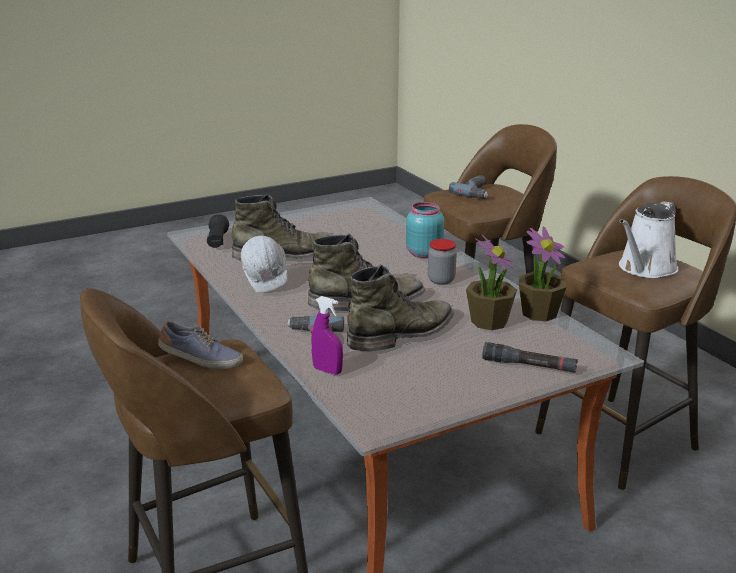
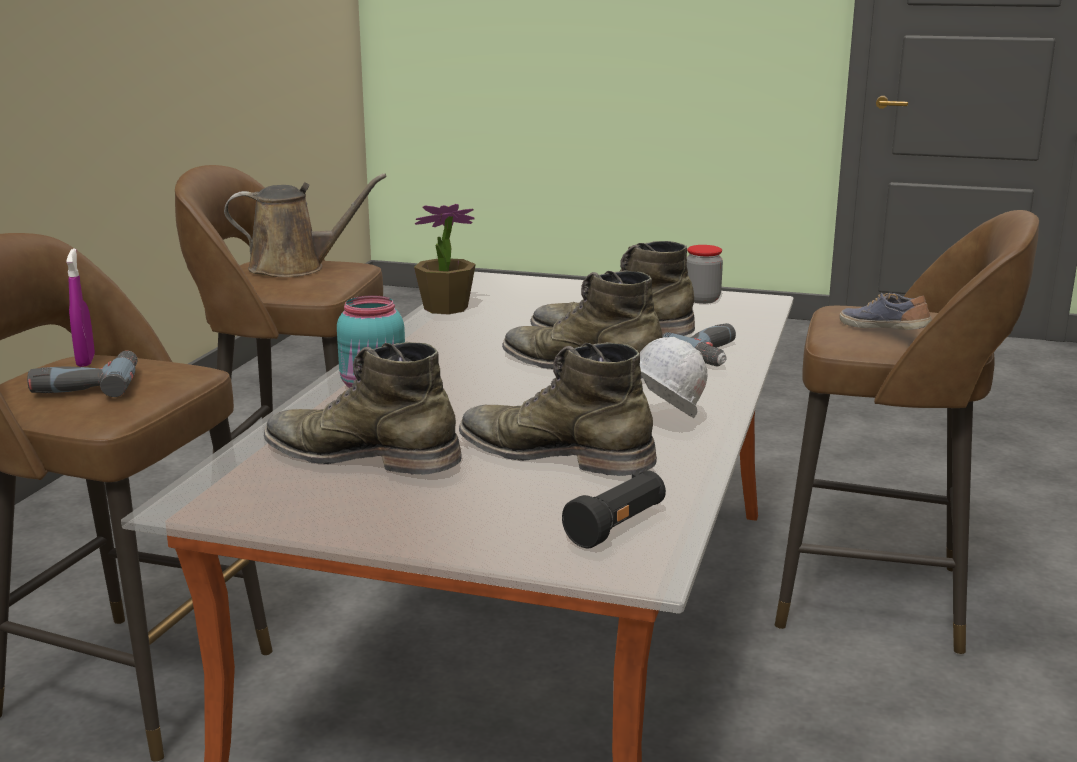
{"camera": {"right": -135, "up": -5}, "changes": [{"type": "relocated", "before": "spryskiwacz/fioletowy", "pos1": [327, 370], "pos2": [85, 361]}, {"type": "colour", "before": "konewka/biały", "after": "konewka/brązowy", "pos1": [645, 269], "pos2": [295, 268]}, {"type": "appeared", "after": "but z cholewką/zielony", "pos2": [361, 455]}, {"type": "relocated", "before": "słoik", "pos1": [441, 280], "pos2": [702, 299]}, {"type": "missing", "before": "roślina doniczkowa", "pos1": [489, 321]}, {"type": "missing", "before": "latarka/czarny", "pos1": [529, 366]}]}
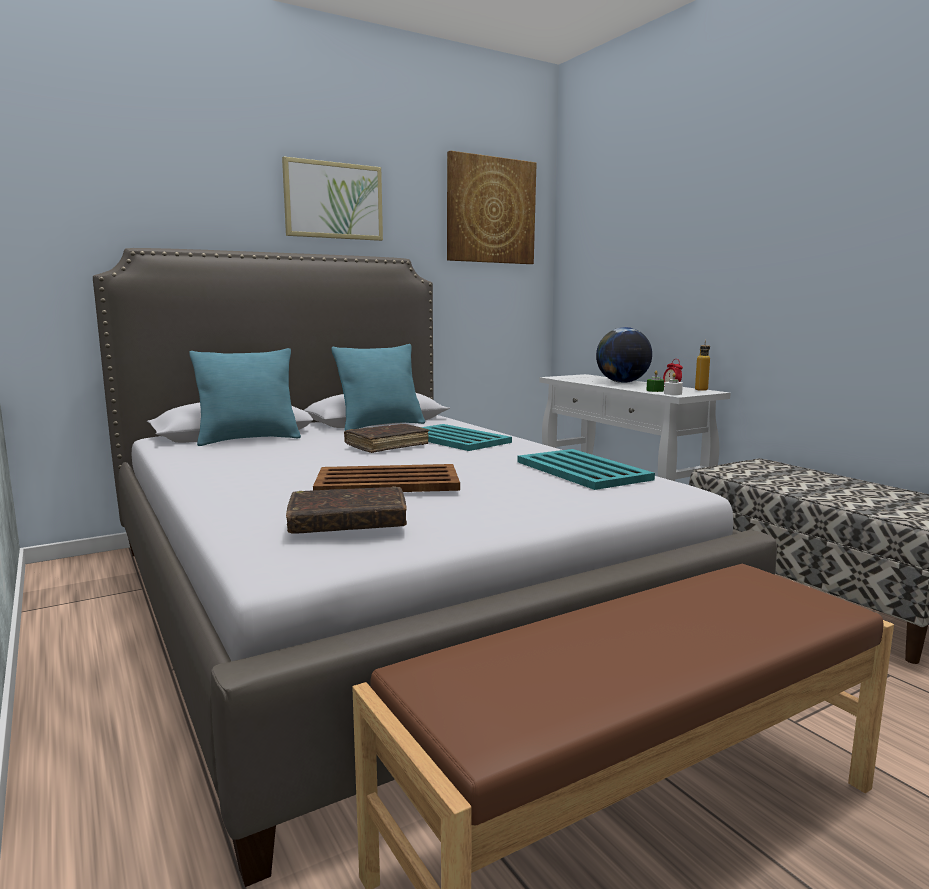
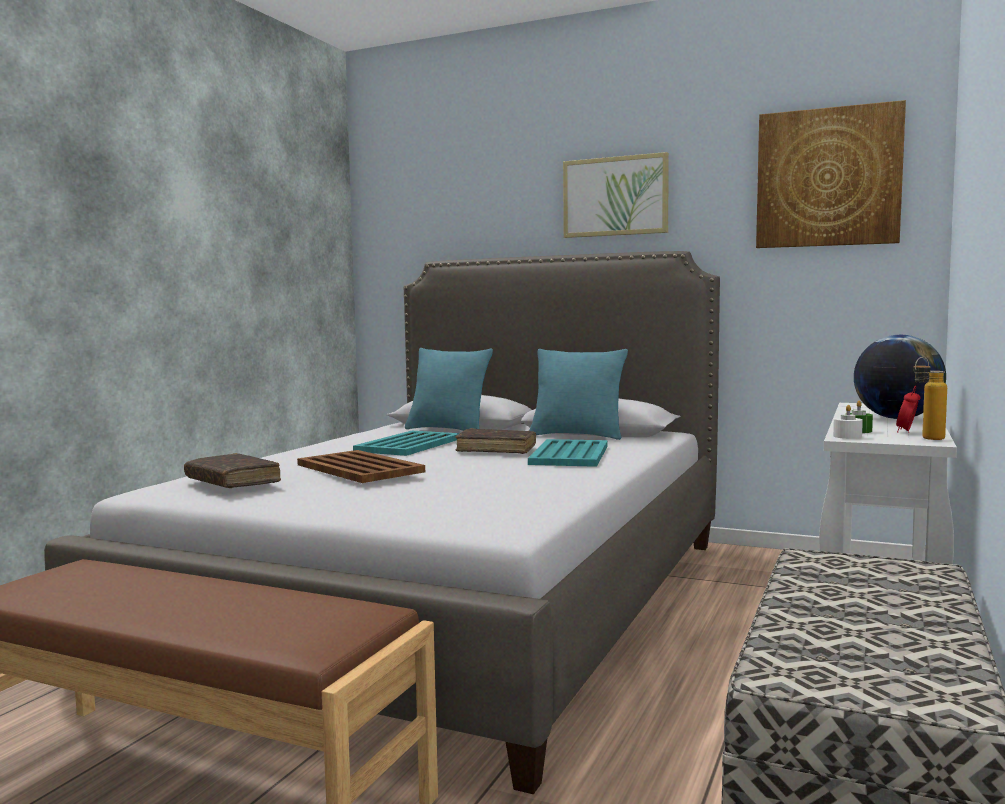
{"camera": {"right": 55, "up": -5}, "changes": [{"type": "relocated", "before": "taca/turkusowy", "pos1": [582, 471], "pos2": [408, 445]}]}
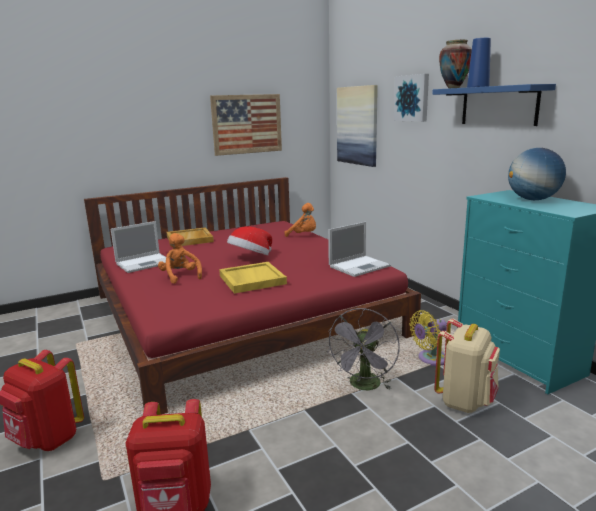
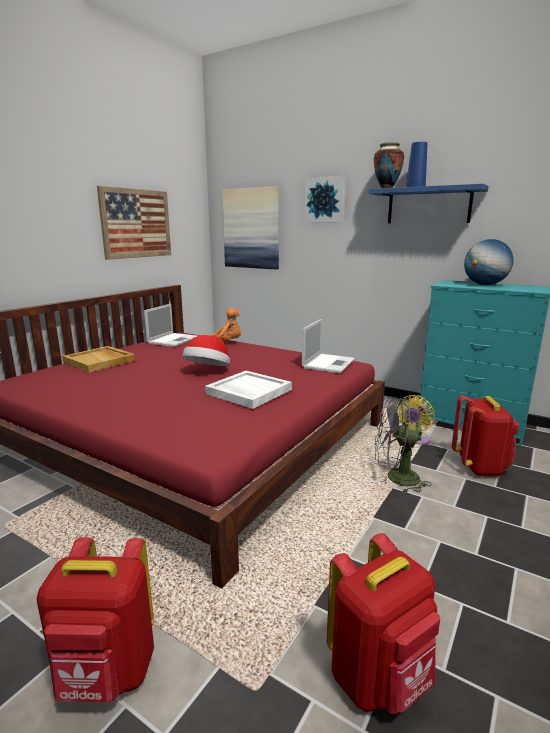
{"camera": {"right": -30, "up": 0}, "changes": [{"type": "relocated", "before": "laptop", "pos1": [145, 263], "pos2": [173, 340]}, {"type": "colour", "before": "taca/żółty", "after": "taca/biały", "pos1": [251, 280], "pos2": [248, 392]}, {"type": "spun", "before": "wentylator/szary", "pos1": [364, 386], "pos2": [395, 478], "turn": 105}, {"type": "colour", "before": "plecak/beżowy", "after": "plecak/czerwony", "pos1": [465, 401], "pos2": [480, 467]}, {"type": "missing", "before": "pluszak/pomarańczowy", "pos1": [180, 276]}]}
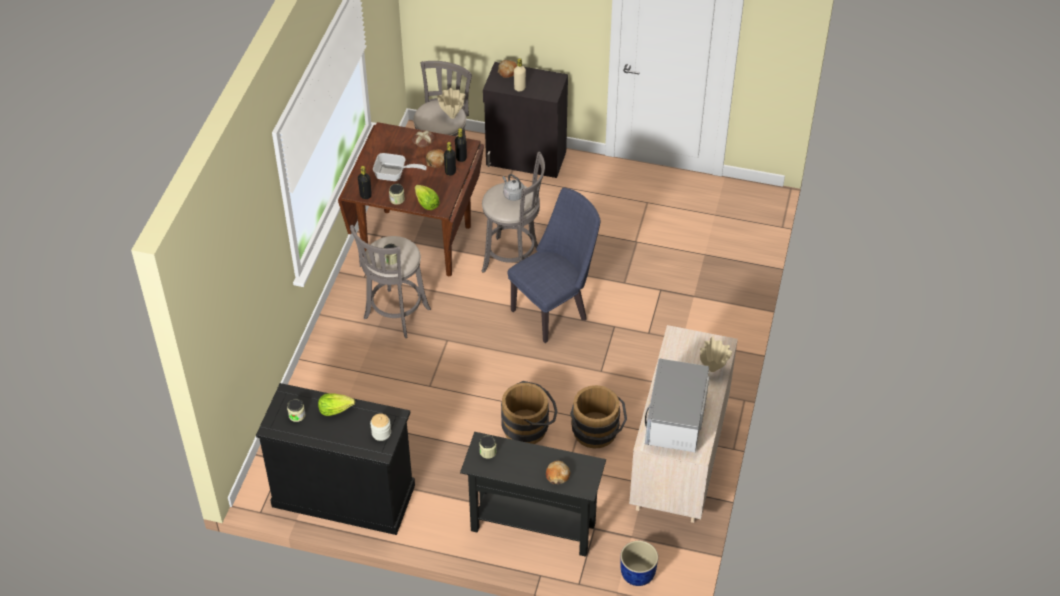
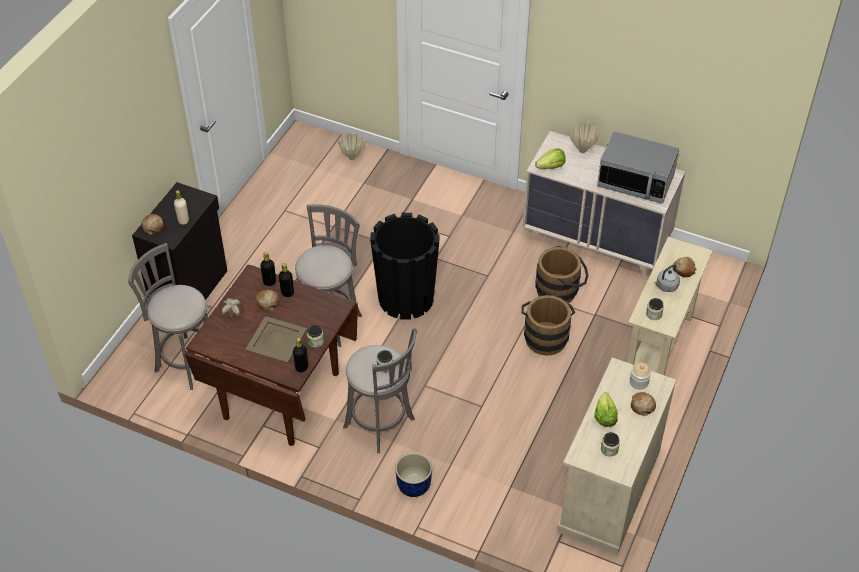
{"camera": {"right": -80, "up": 0}, "changes": [{"type": "exchanged", "before": "patelnia", "after": "taca/beżowy", "pos1": [394, 175], "pos2": [277, 340]}, {"type": "relocated", "before": "wazon/beżowy", "pos1": [452, 116], "pos2": [351, 158]}, {"type": "exchanged", "before": "krzesło/niebieski", "after": "donica/czarny", "pos1": [553, 311], "pos2": [406, 298]}, {"type": "relocated", "before": "donica/niebieski", "pos1": [637, 573], "pos2": [413, 485]}, {"type": "relocated", "before": "sałata", "pos1": [426, 204], "pos2": [551, 167]}, {"type": "colour", "before": "szafka/czarny", "after": "szafka/beżowy", "pos1": [344, 495], "pos2": [608, 490]}, {"type": "colour", "before": "stolik konsolowy/czarny", "after": "stolik konsolowy/beżowy", "pos1": [533, 527], "pos2": [658, 348]}, {"type": "appeared", "after": "chleb", "pos2": [642, 406]}, {"type": "relocated", "before": "czajnik/szary", "pos1": [513, 194], "pos2": [666, 286]}]}
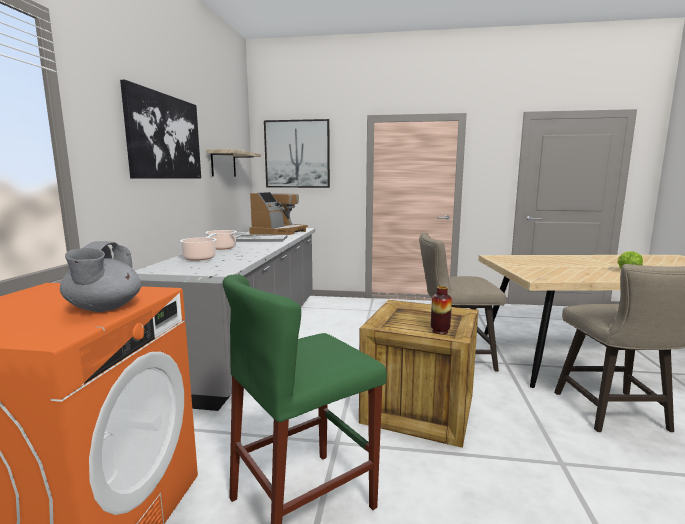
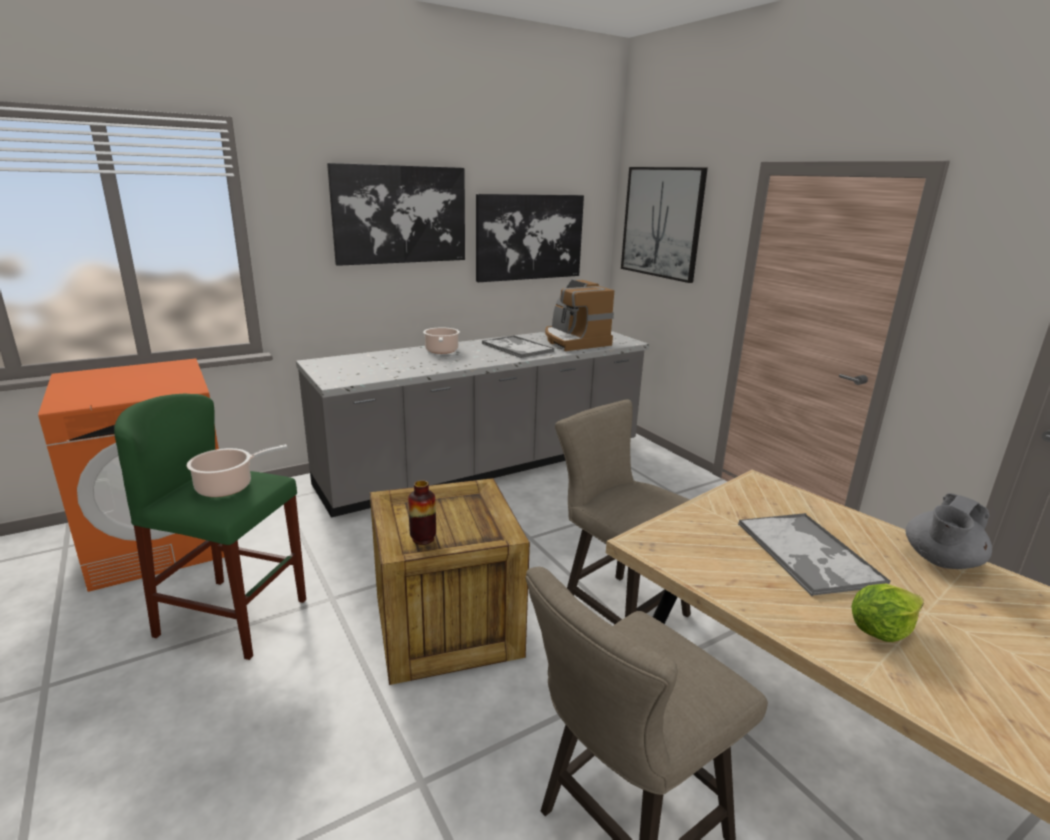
{"camera": {"right": 50, "up": 10}, "changes": [{"type": "relocated", "before": "garnek", "pos1": [200, 257], "pos2": [228, 486]}, {"type": "exchanged", "before": "półka", "after": "obraz", "pos1": [223, 164], "pos2": [529, 237]}, {"type": "spun", "before": "ekspres do kawy", "pos1": [278, 232], "pos2": [574, 341], "turn": 75}, {"type": "appeared", "after": "taca", "pos2": [808, 554]}, {"type": "relocated", "before": "imbryk/szary", "pos1": [104, 308], "pos2": [940, 561]}]}
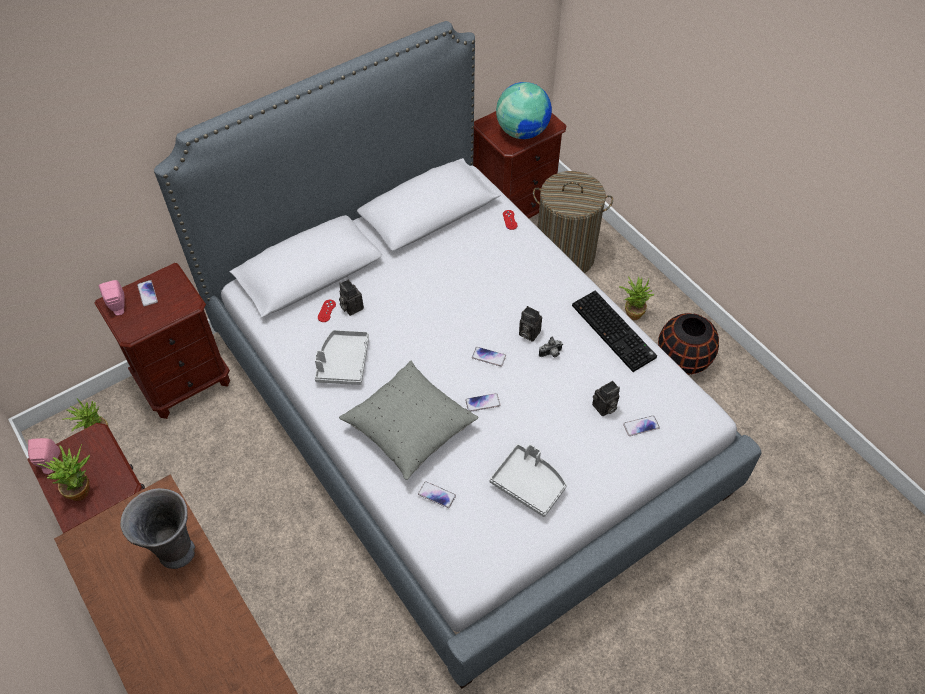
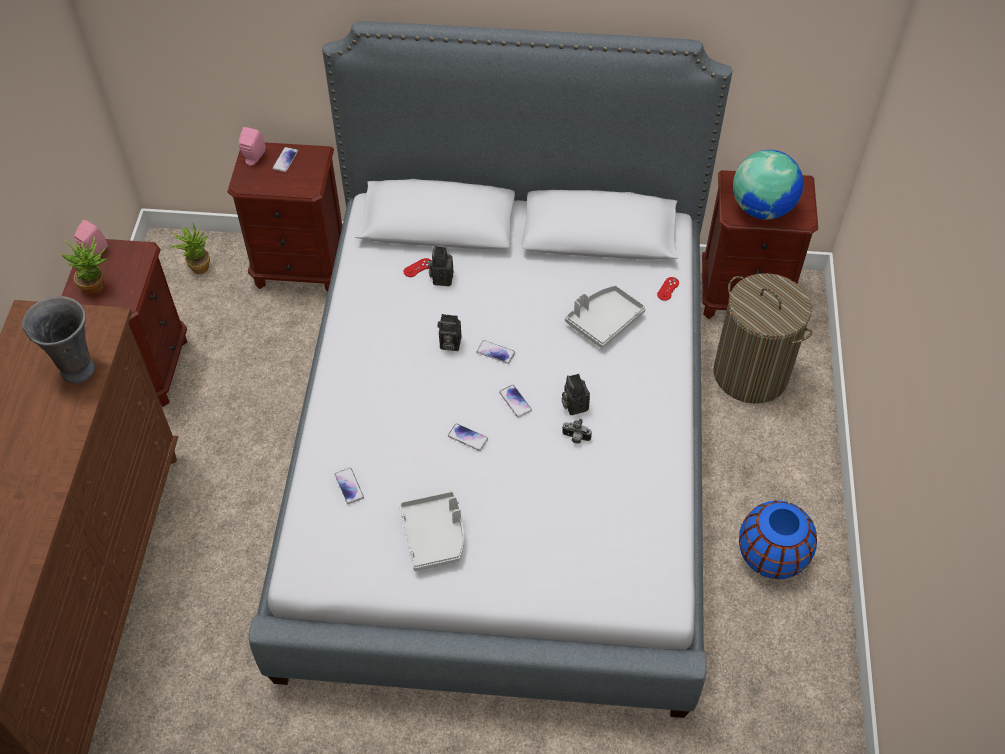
{"camera": {"right": 40, "up": 0}, "changes": [{"type": "relocated", "before": "aparat fotograficzny", "pos1": [604, 408], "pos2": [449, 344]}, {"type": "relocated", "before": "telefon", "pos1": [641, 426], "pos2": [495, 352]}, {"type": "relocated", "before": "taca/szary", "pos1": [343, 363], "pos2": [604, 321]}, {"type": "colour", "before": "wazon/czarny", "after": "wazon/niebieski", "pos1": [683, 360], "pos2": [771, 556]}, {"type": "missing", "before": "poduszka/szary", "pos1": [409, 429]}, {"type": "missing", "before": "klawiatura", "pos1": [615, 331]}, {"type": "missing", "before": "roślina doniczkowa", "pos1": [632, 312]}]}
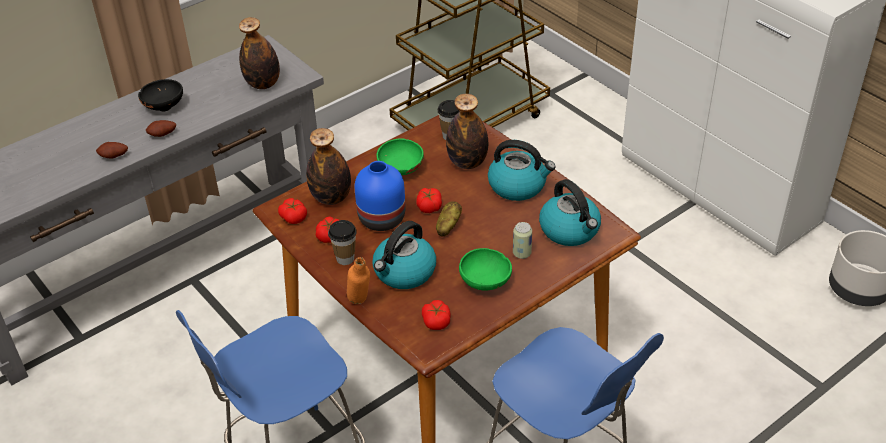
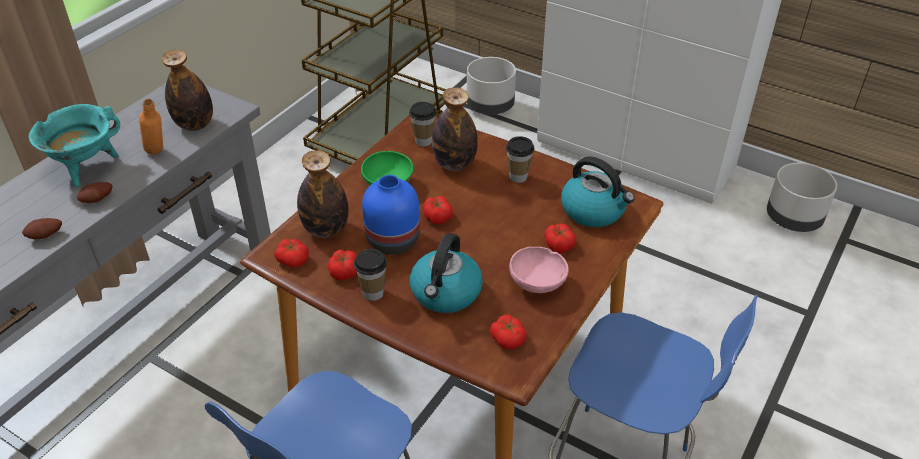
{"camera": {"right": -20, "up": 0}, "changes": [{"type": "exchanged", "before": "miska/czarny", "after": "garnek/turkusowy", "pos1": [163, 106], "pos2": [86, 168]}, {"type": "relocated", "before": "butelka/pomarańczowy", "pos1": [360, 305], "pos2": [158, 155]}, {"type": "appeared", "after": "donica/szary", "pos2": [490, 106]}, {"type": "exchanged", "before": "czajnik", "after": "filiżanka", "pos1": [518, 186], "pos2": [518, 177]}, {"type": "colour", "before": "miska/zielony", "after": "miska/różowy", "pos1": [486, 282], "pos2": [538, 283]}, {"type": "exchanged", "before": "puszka", "after": "pomidor", "pos1": [522, 253], "pos2": [558, 245]}, {"type": "missing", "before": "ziemniak", "pos1": [448, 226]}]}
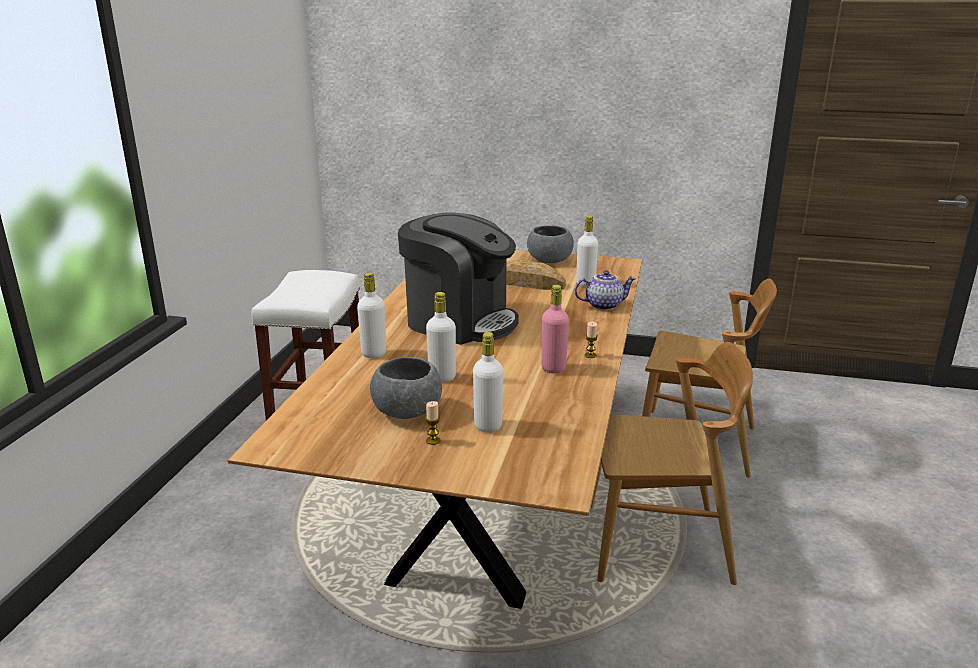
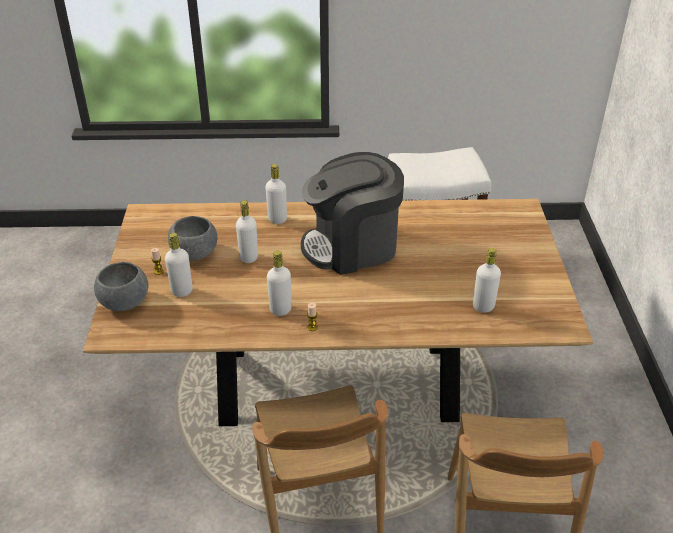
{"camera": {"right": 75, "up": 15}, "changes": [{"type": "relocated", "before": "miska/szary", "pos1": [549, 260], "pos2": [124, 301]}, {"type": "colour", "before": "butelka/różowy", "after": "butelka/biały", "pos1": [553, 368], "pos2": [280, 310]}, {"type": "spun", "before": "ekspres do kawy", "pos1": [459, 321], "pos2": [352, 246], "turn": 60}, {"type": "missing", "before": "chleb", "pos1": [528, 283]}, {"type": "missing", "before": "imbryk", "pos1": [603, 305]}]}
